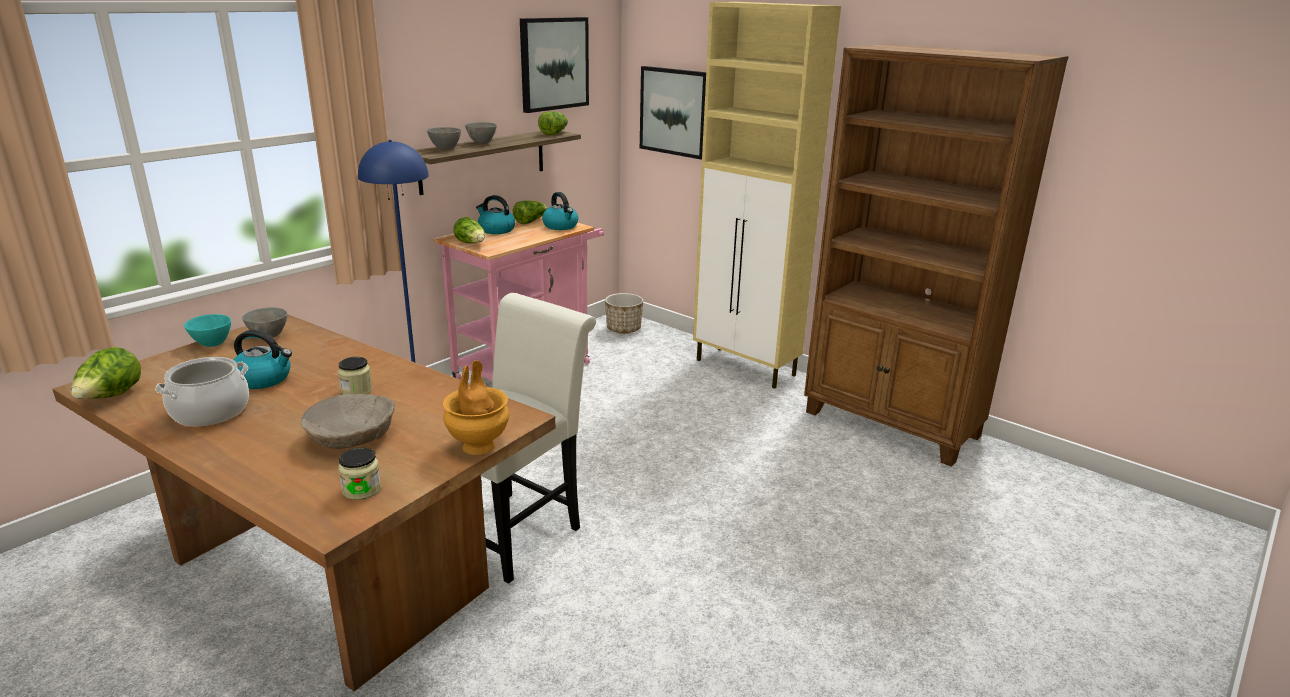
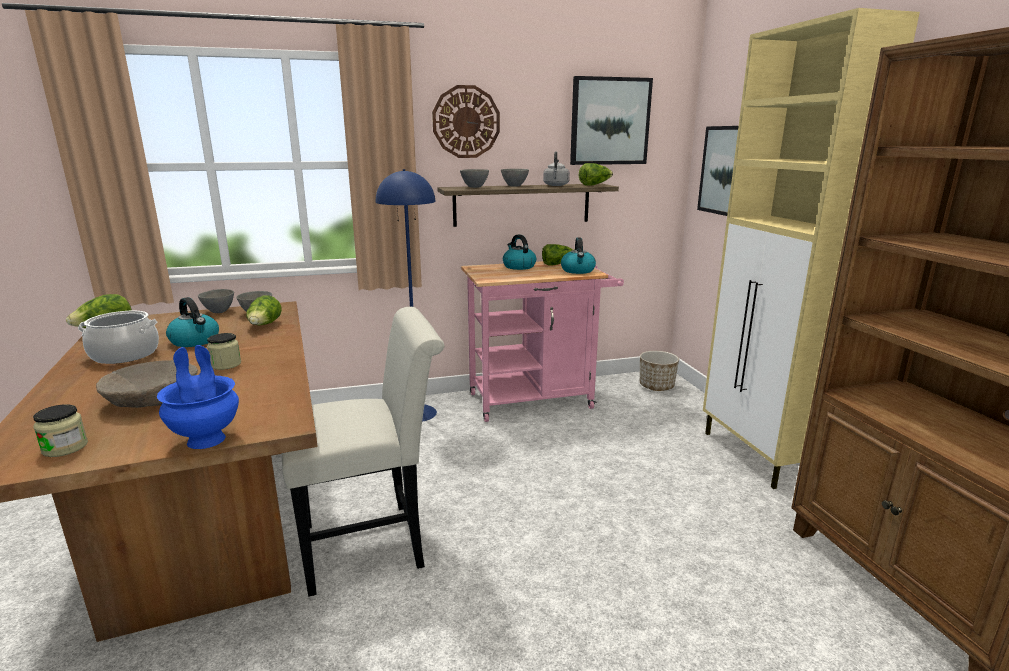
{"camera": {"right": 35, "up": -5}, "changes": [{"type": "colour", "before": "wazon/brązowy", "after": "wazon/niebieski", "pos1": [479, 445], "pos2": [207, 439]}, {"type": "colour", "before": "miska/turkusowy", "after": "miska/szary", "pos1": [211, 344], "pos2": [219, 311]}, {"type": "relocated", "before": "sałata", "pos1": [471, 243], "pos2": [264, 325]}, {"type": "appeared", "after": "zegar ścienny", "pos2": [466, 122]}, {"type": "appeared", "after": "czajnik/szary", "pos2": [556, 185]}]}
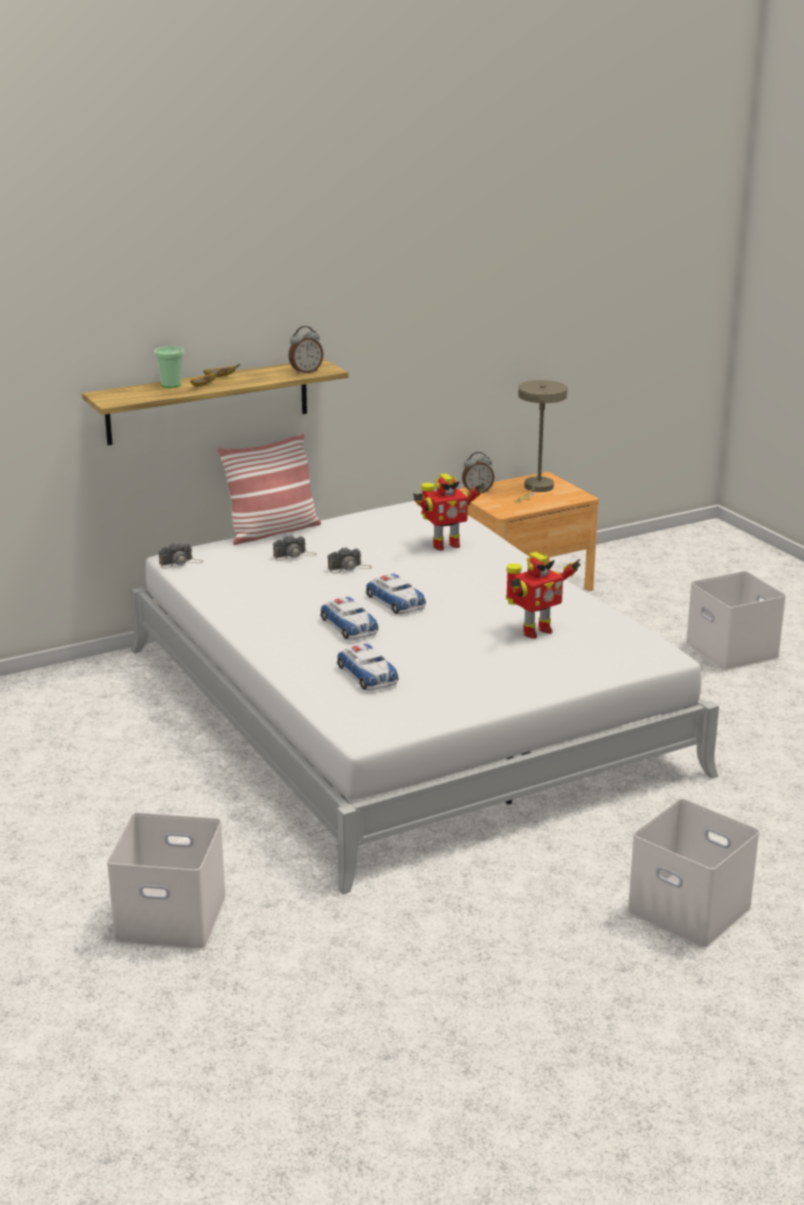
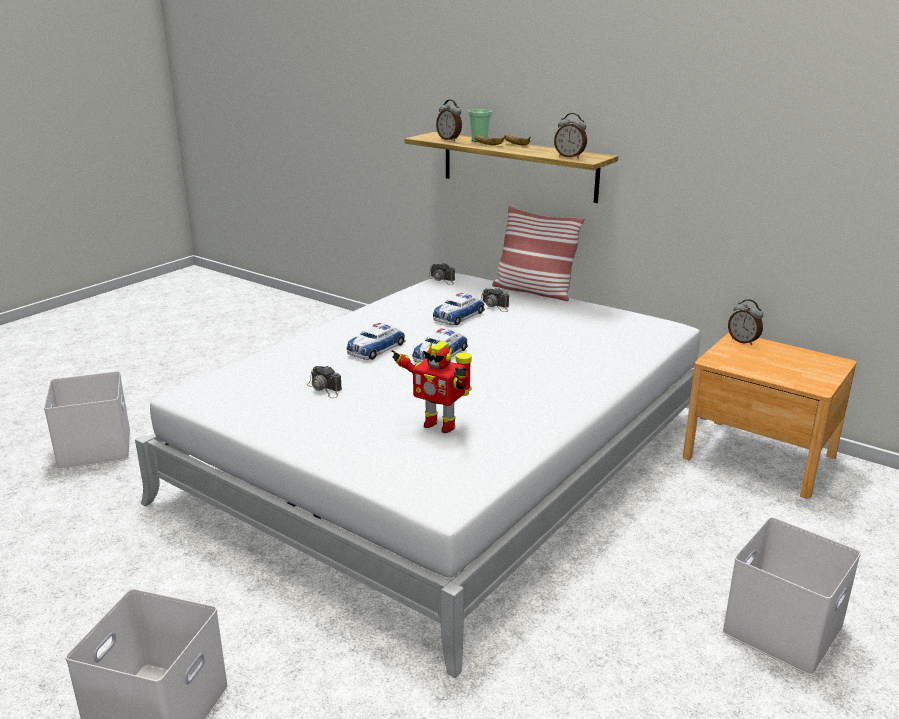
{"camera": {"right": 65, "up": 0}, "changes": [{"type": "relocated", "before": "aparat fotograficzny", "pos1": [349, 568], "pos2": [325, 388]}, {"type": "relocated", "before": "samochodzik", "pos1": [367, 674], "pos2": [458, 316]}, {"type": "appeared", "after": "budzik", "pos2": [449, 139]}, {"type": "missing", "before": "robot zabawkowy", "pos1": [444, 545]}, {"type": "missing", "before": "lampa stołowa/beżowy", "pos1": [537, 489]}]}
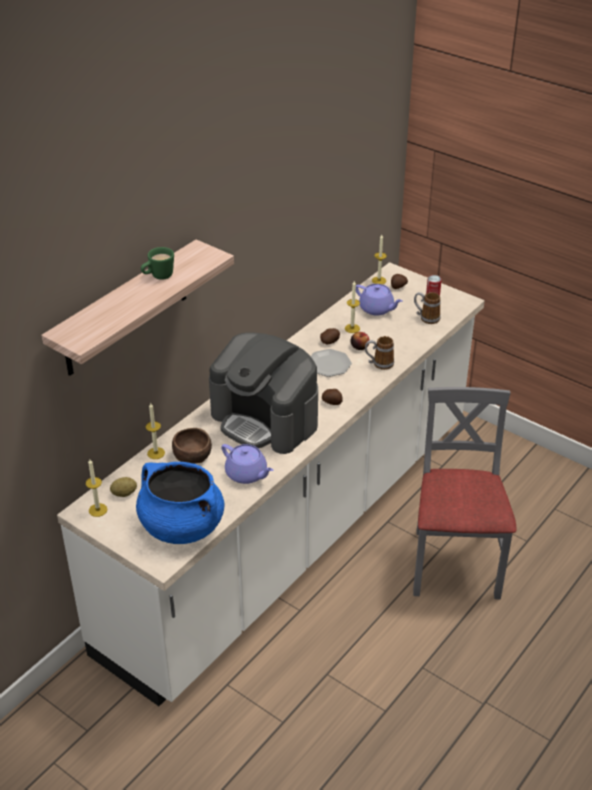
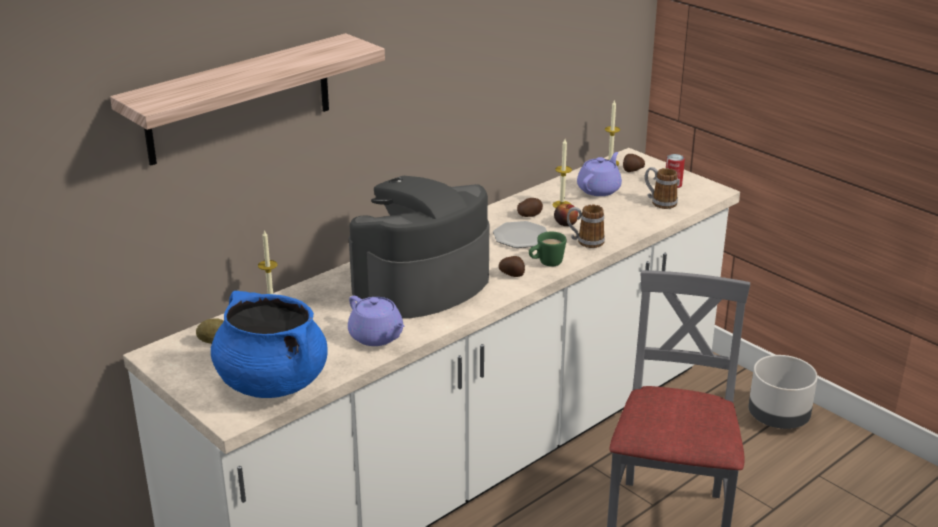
{"camera": {"right": 10, "up": -10}, "changes": [{"type": "spun", "before": "ekspres do kawy", "pos1": [265, 419], "pos2": [421, 284], "turn": 90}, {"type": "relocated", "before": "kubek/zielony", "pos1": [158, 277], "pos2": [546, 263]}, {"type": "spun", "before": "imbryk/fioletowy", "pos1": [377, 309], "pos2": [599, 189], "turn": -105}, {"type": "appeared", "after": "donica/szary", "pos2": [778, 418]}, {"type": "missing", "before": "świeca", "pos1": [98, 510]}, {"type": "missing", "before": "miska/brązowy", "pos1": [193, 455]}]}
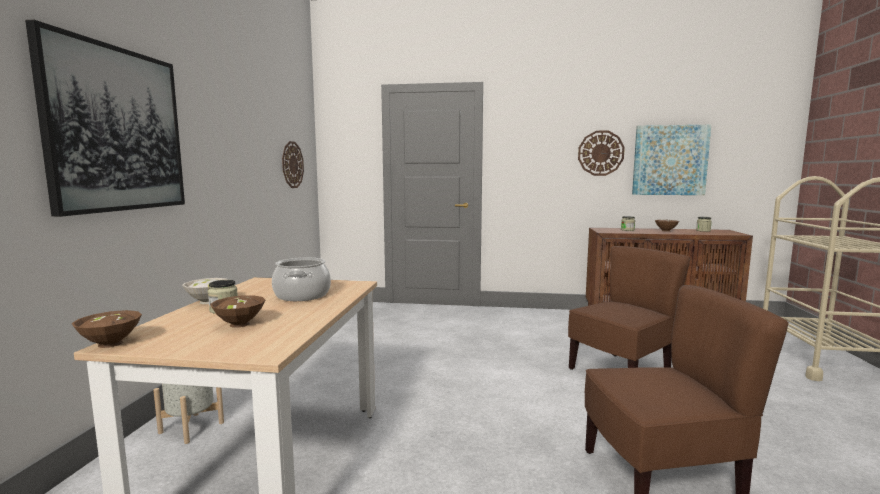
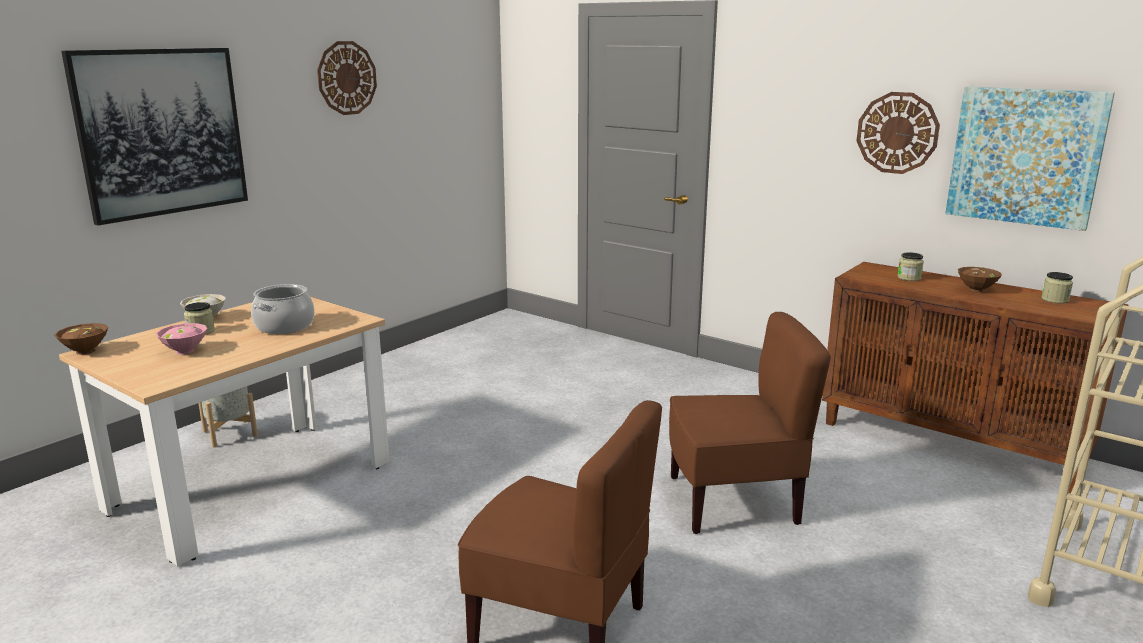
{"camera": {"right": 30, "up": 10}, "changes": [{"type": "colour", "before": "miska/brązowy", "after": "miska/różowy", "pos1": [240, 324], "pos2": [186, 351]}, {"type": "relocated", "before": "zegar ścienny", "pos1": [292, 164], "pos2": [346, 78]}]}
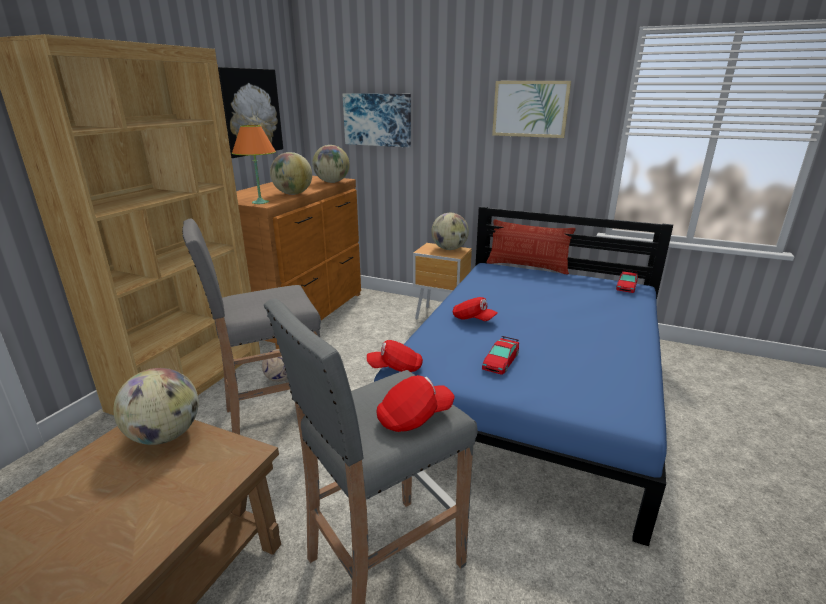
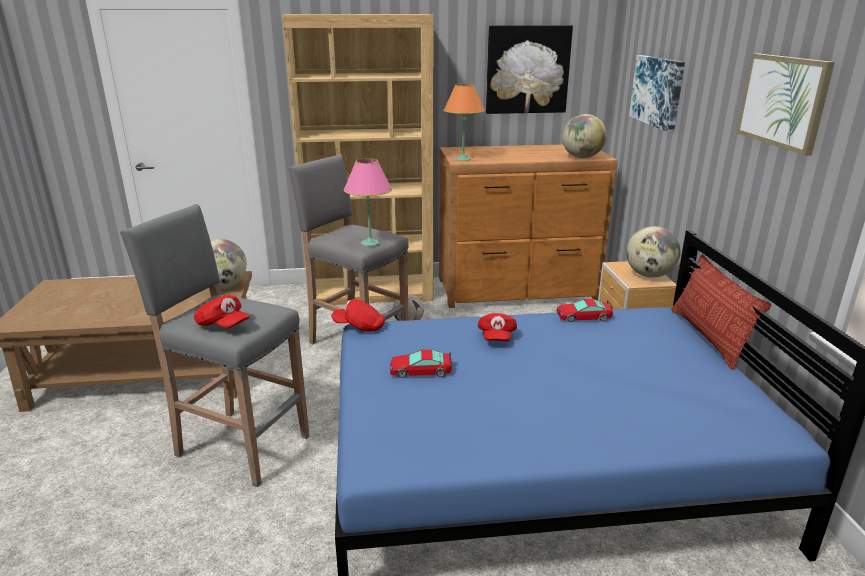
{"camera": {"right": 60, "up": 0}, "changes": [{"type": "spun", "before": "czapka z daszkiem/czerwony", "pos1": [395, 368], "pos2": [359, 326], "turn": -45}, {"type": "appeared", "after": "lampa stołowa/różowy", "pos2": [370, 243]}, {"type": "relocated", "before": "samochodzik", "pos1": [626, 286], "pos2": [583, 316]}, {"type": "missing", "before": "globus", "pos1": [293, 194]}]}
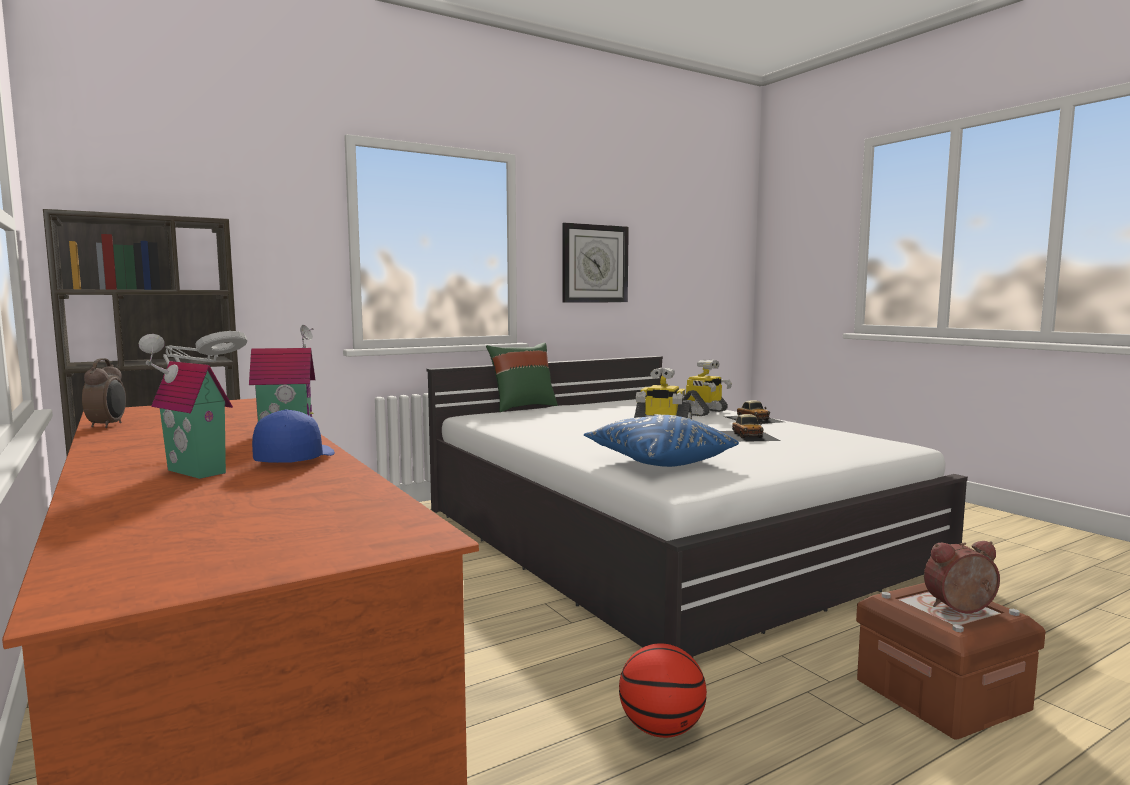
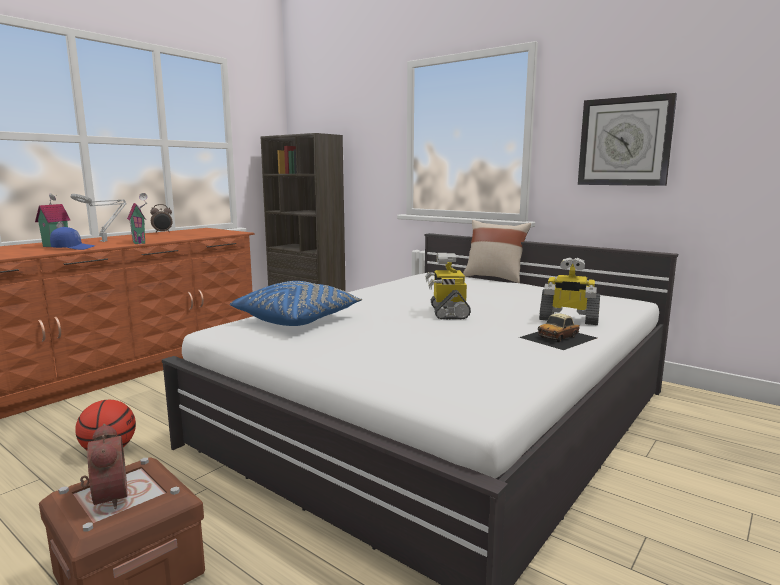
{"camera": {"right": 70, "up": 5}, "changes": [{"type": "colour", "before": "poduszka/zielony", "after": "poduszka/beżowy", "pos1": [522, 407], "pos2": [494, 278]}, {"type": "missing", "before": "samochodzik", "pos1": [748, 435]}]}
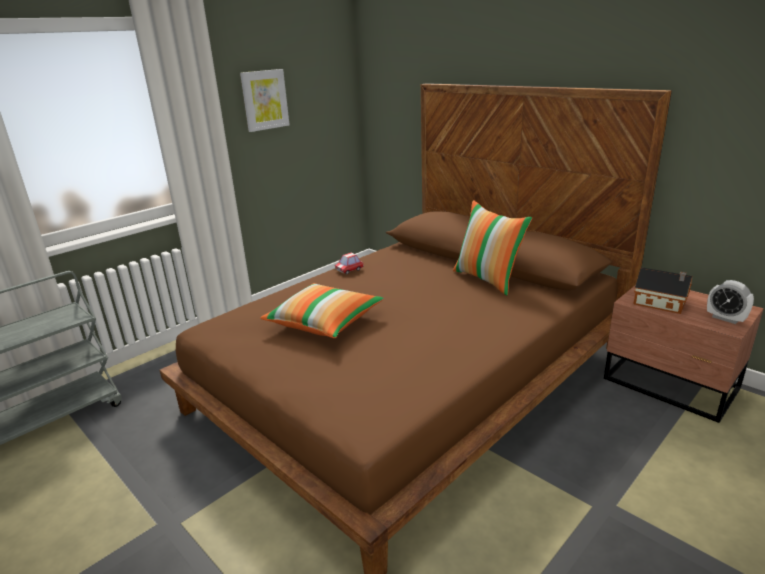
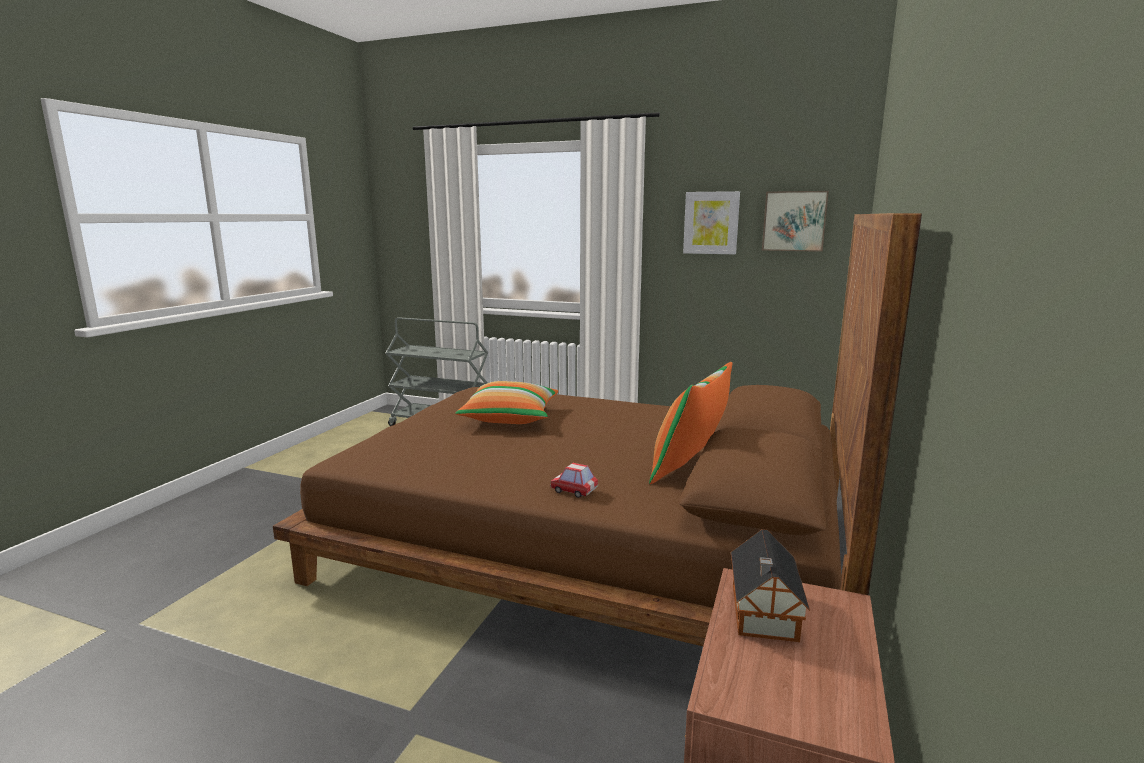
{"camera": {"right": 65, "up": -10}, "changes": [{"type": "relocated", "before": "samochodzik", "pos1": [349, 270], "pos2": [574, 491]}, {"type": "appeared", "after": "obraz", "pos2": [794, 221]}, {"type": "missing", "before": "budzik", "pos1": [725, 318]}]}
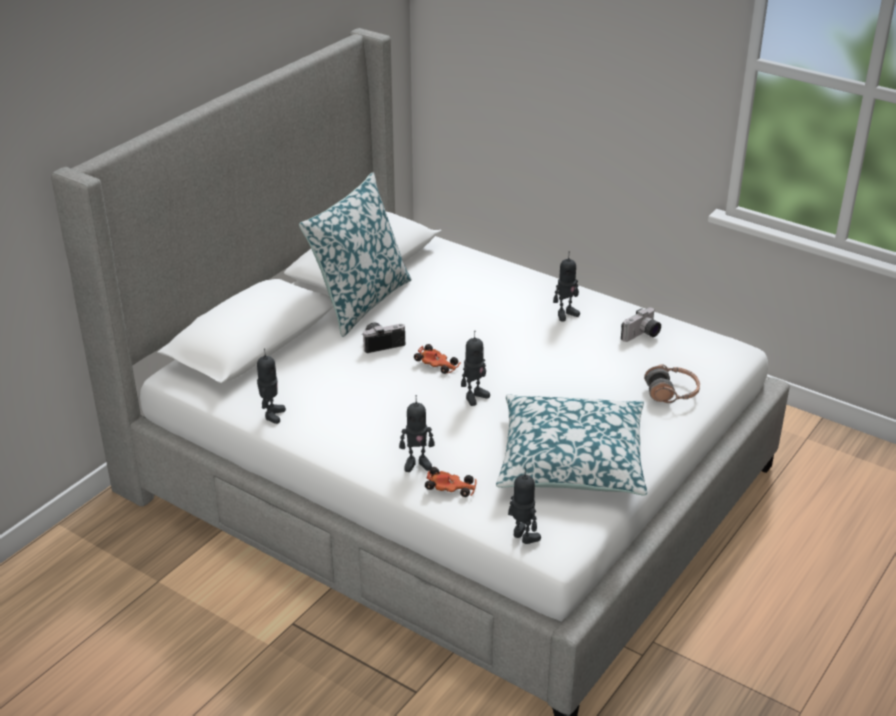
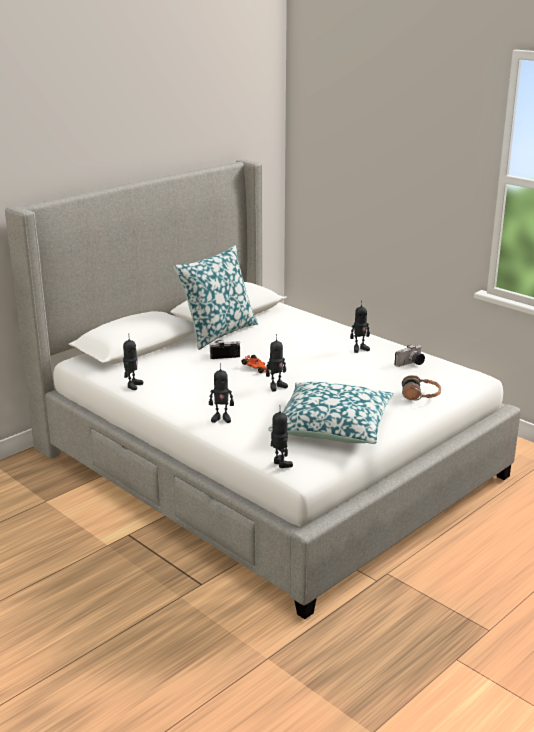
{"camera": {"right": 10, "up": -10}, "changes": [{"type": "missing", "before": "samochodzik", "pos1": [451, 487]}]}
